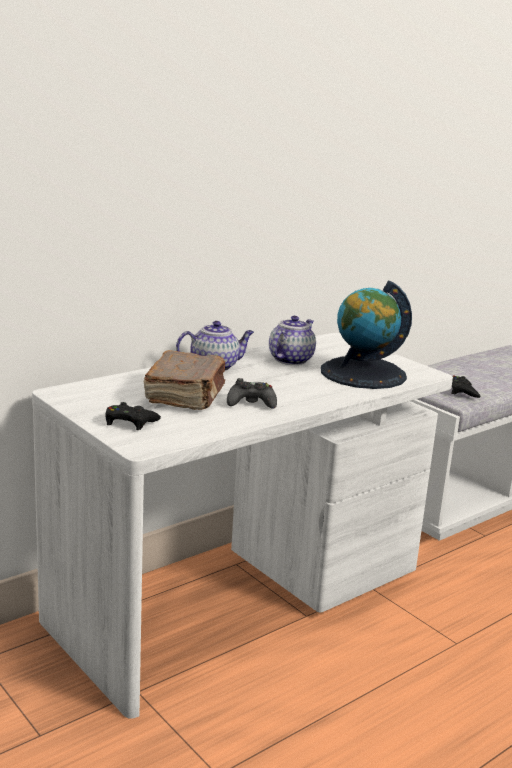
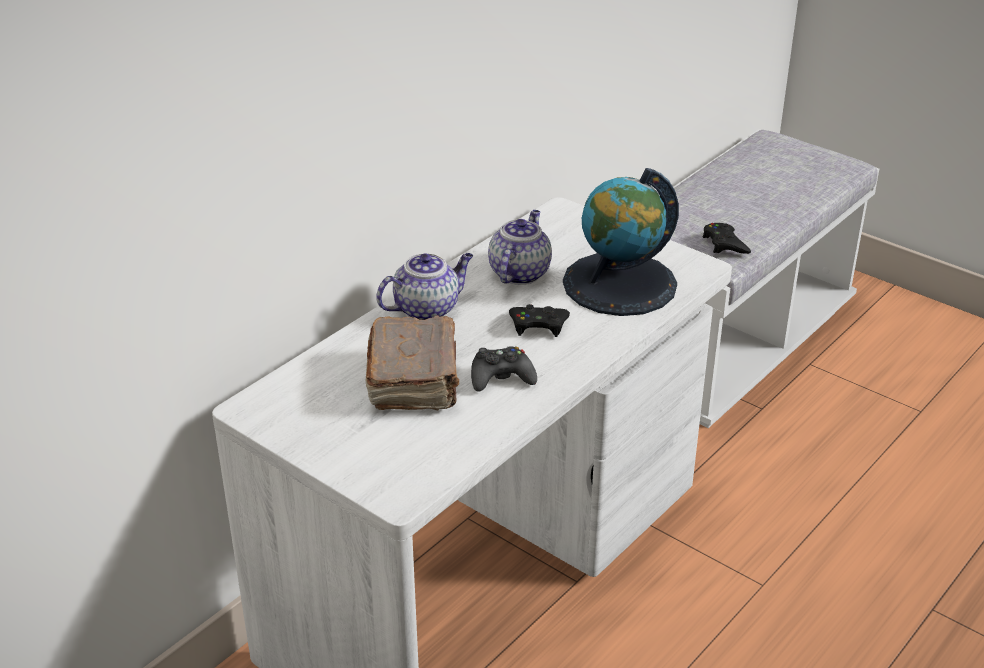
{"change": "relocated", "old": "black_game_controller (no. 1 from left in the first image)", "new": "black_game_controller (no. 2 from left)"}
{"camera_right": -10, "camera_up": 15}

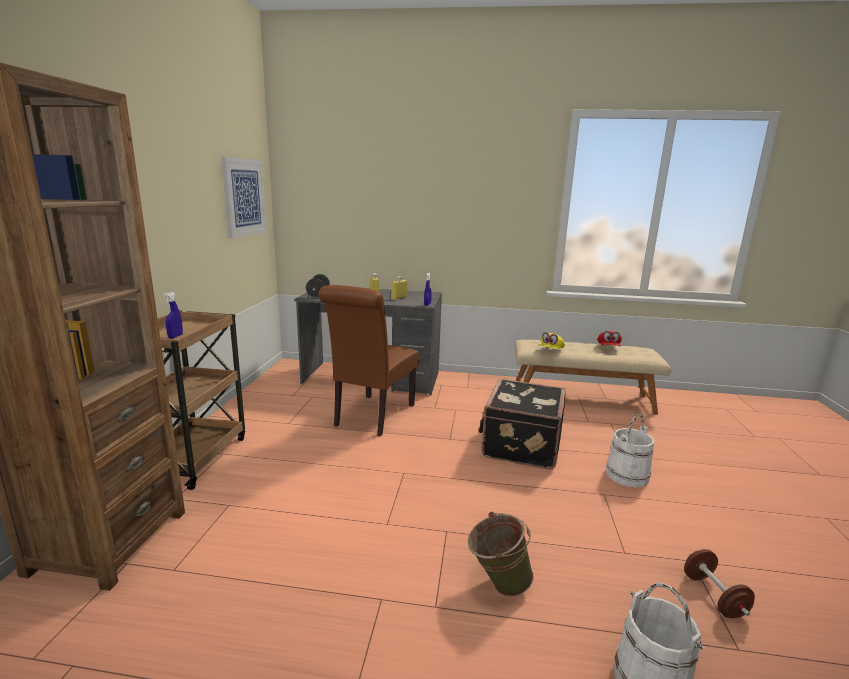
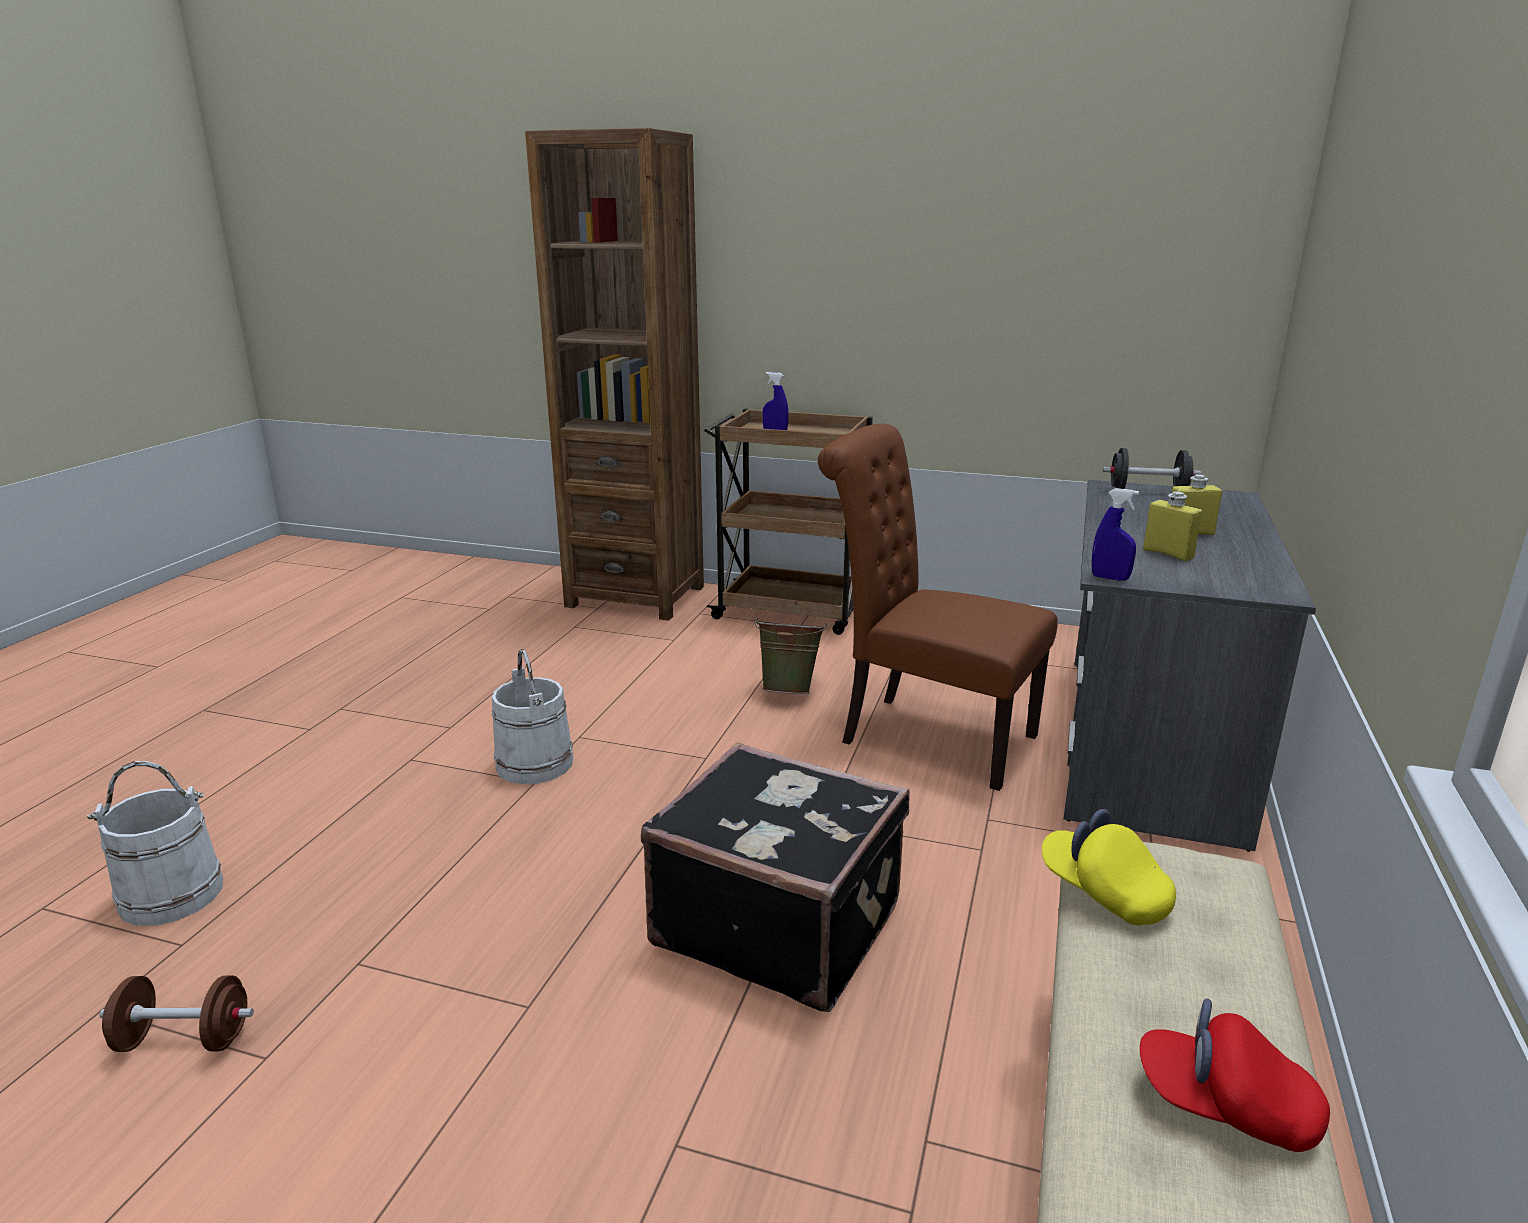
{"change": "missing", "old": "picture"}
{"change": "relocated", "old": "green_bucket"}
{"change": "relocated", "old": "white_bucket (no. 1 from left in the first image)", "new": "white_bucket (no. 2 from left)"}
{"camera_right": 100, "camera_up": 5}

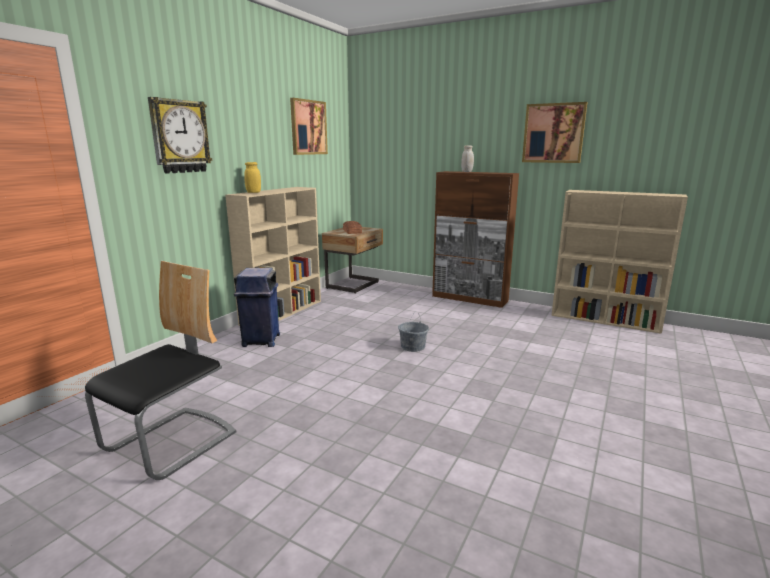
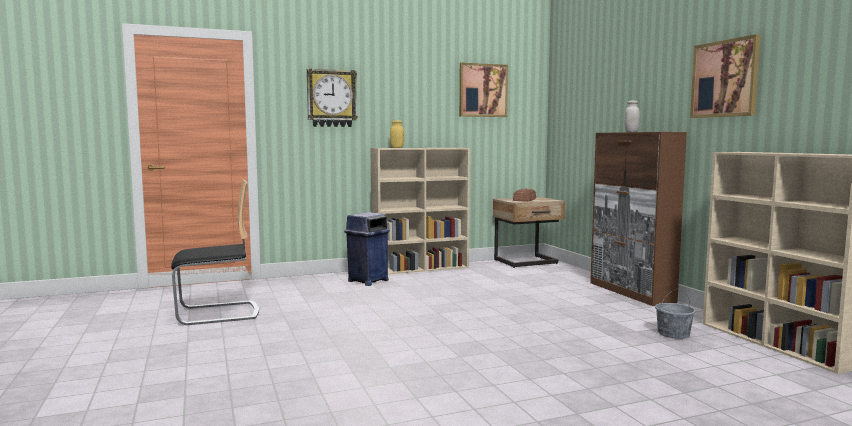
{"change": "relocated", "old": "grey_bucket"}
{"camera_right": 40, "camera_up": -10}

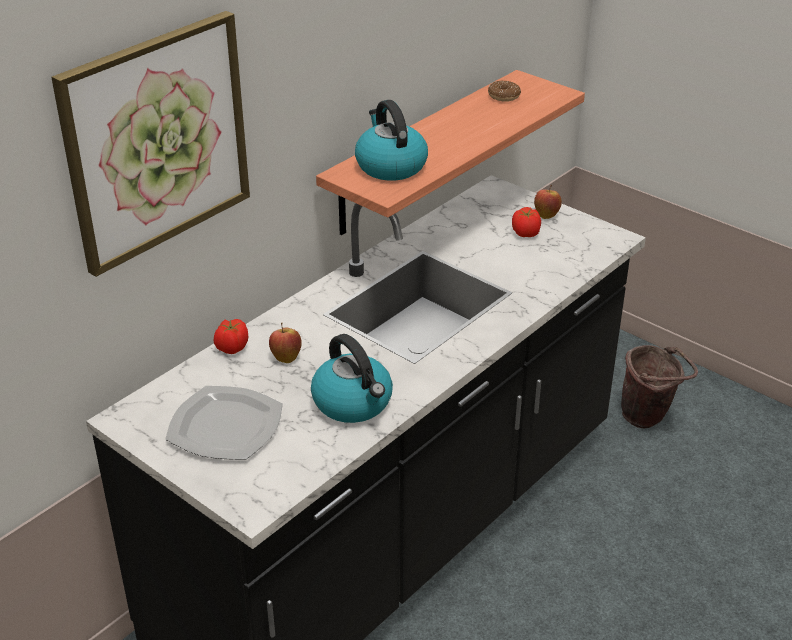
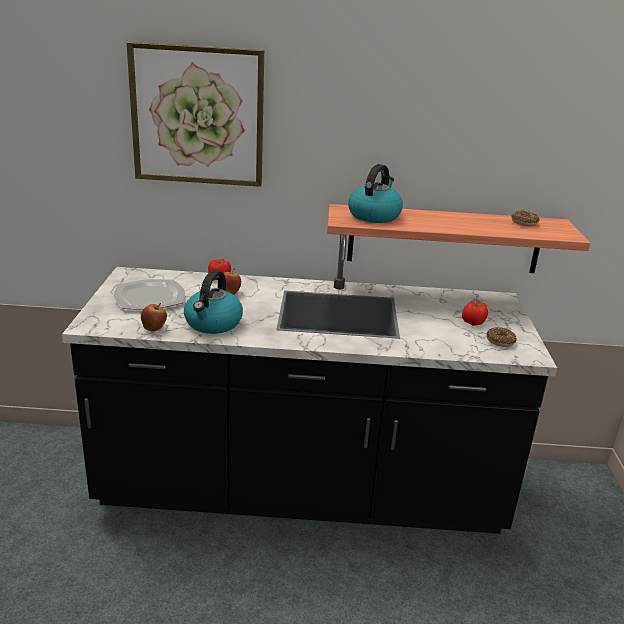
{"change": "relocated", "old": "apple (no. 2 from left in the first image)", "new": "apple (no. 1 from left)"}
{"change": "missing", "old": "brown_bucket"}
{"change": "appeared", "new": "donut (no. 1 from left)"}
{"camera_right": 50, "camera_up": -10}

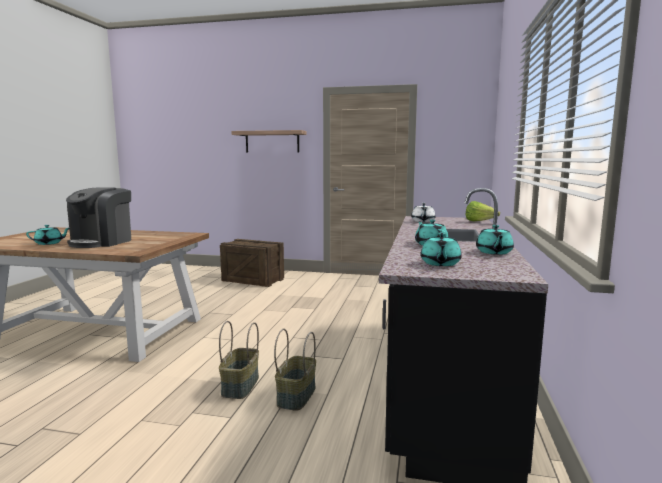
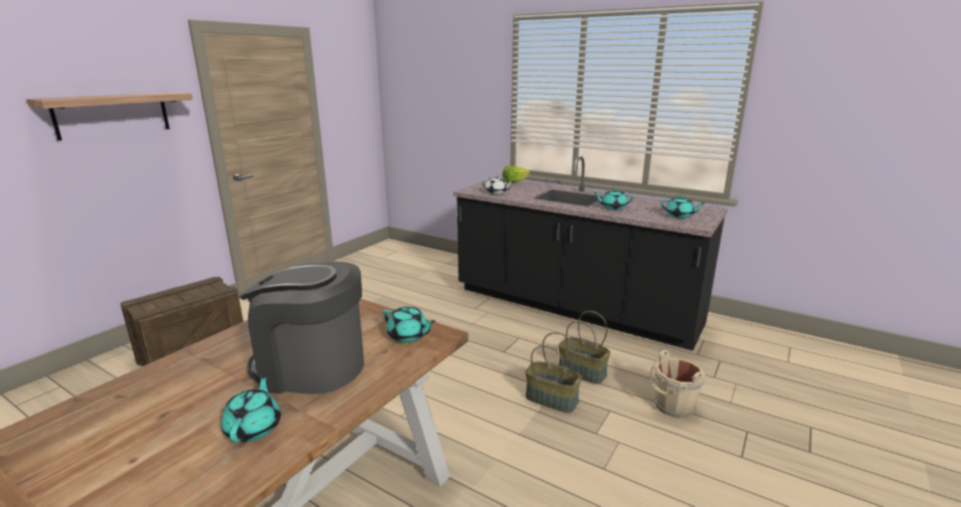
{"change": "spun", "old": "coffee_machine", "degrees": 150}
{"change": "relocated", "old": "turquoise_teapot (no. 4 from left in the first image)", "new": "turquoise_teapot (no. 2 from left)"}
{"change": "appeared", "new": "beige_bucket"}
{"camera_right": -70, "camera_up": 10}

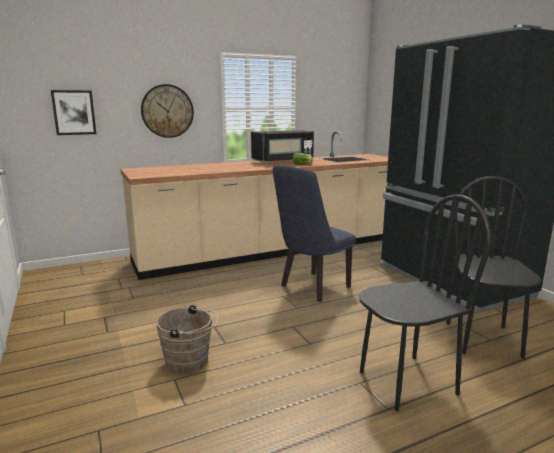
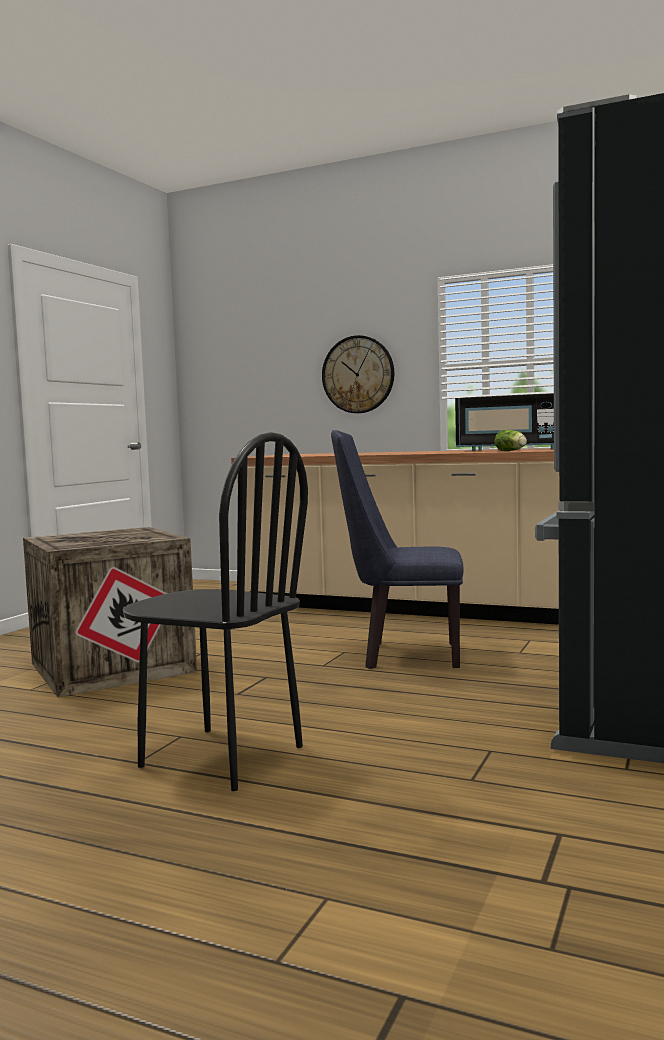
{"change": "missing", "old": "picture"}
{"change": "exchanged", "old": "brown_bucket", "new": "crate"}
{"change": "missing", "old": "black_chair (no. 2 from left)"}
{"camera_right": 50, "camera_up": -10}

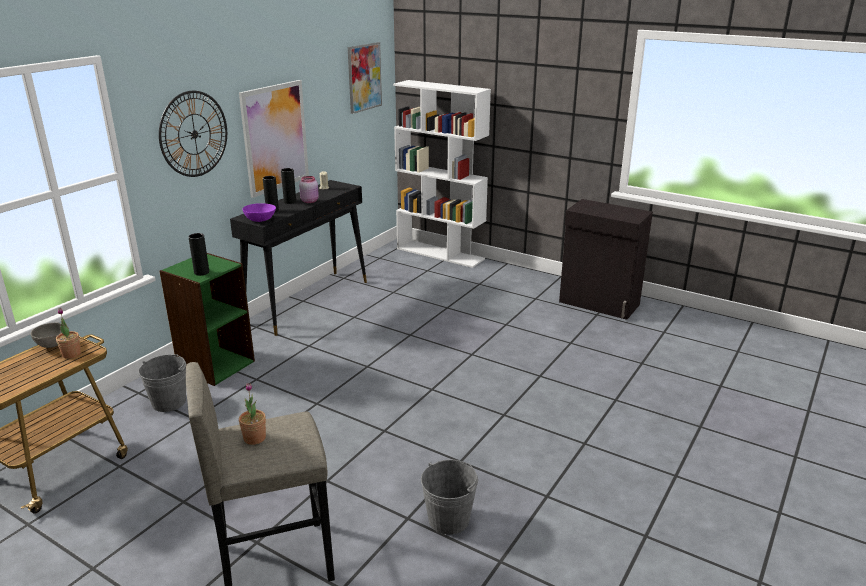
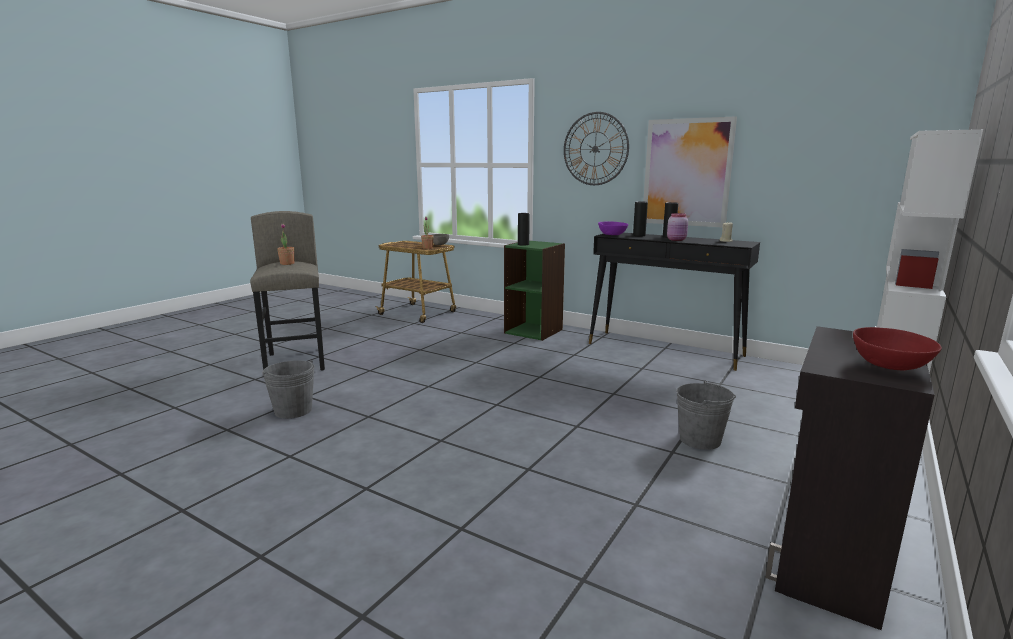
{"change": "relocated", "old": "grey_bucket (no. 1 from left in the first image)", "new": "grey_bucket (no. 2 from left)"}
{"change": "missing", "old": "picture (no. 2 from left)"}
{"change": "appeared", "new": "red_bowl"}
{"camera_right": 90, "camera_up": -10}

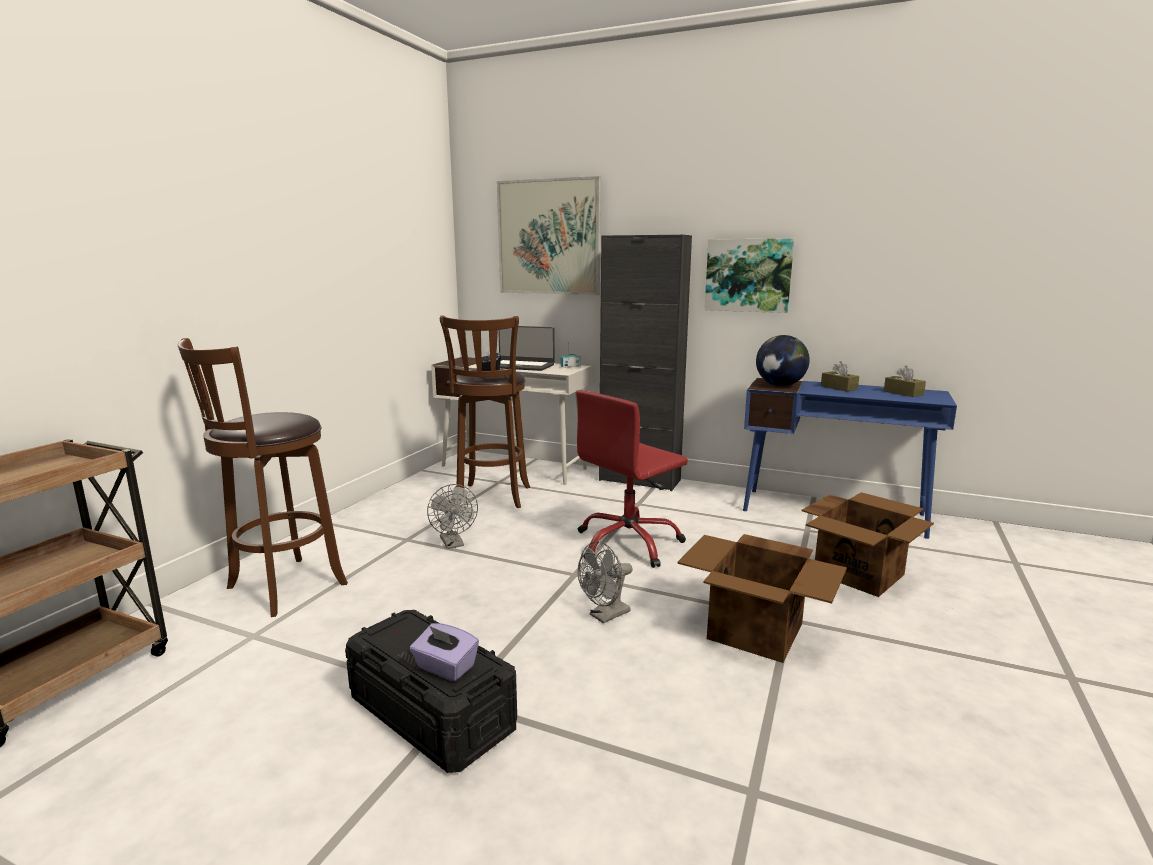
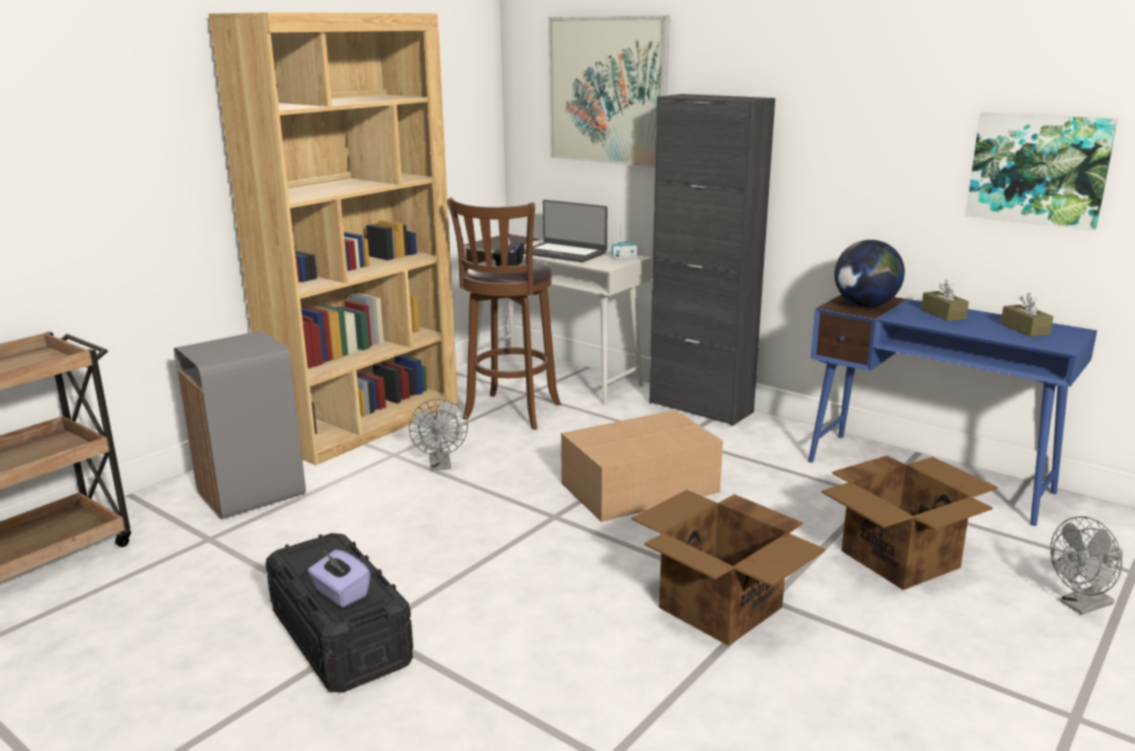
{"change": "exchanged", "old": "brown_stool (no. 1 from left)", "new": "grey_trash_can"}
{"change": "exchanged", "old": "red_office_chair", "new": "cardboard_box (no. 1 from left)"}
{"change": "relocated", "old": "grey_fan (no. 2 from left)"}
{"change": "relocated", "old": "picture (no. 2 from left)"}
{"change": "appeared", "new": "brown_bookcase"}
{"camera_right": 15, "camera_up": 5}

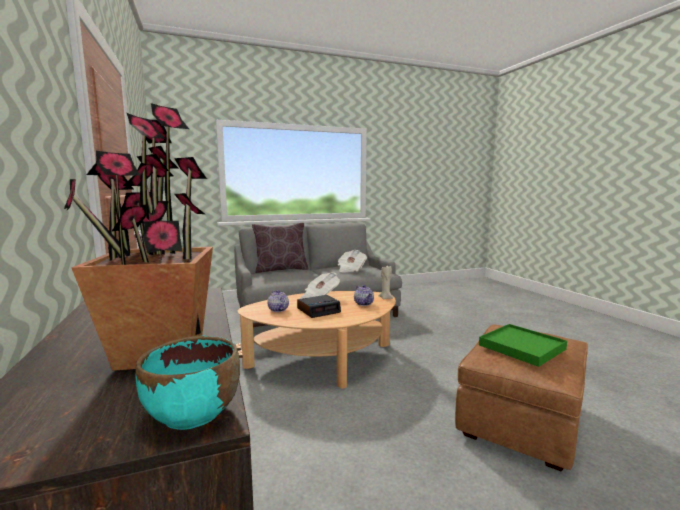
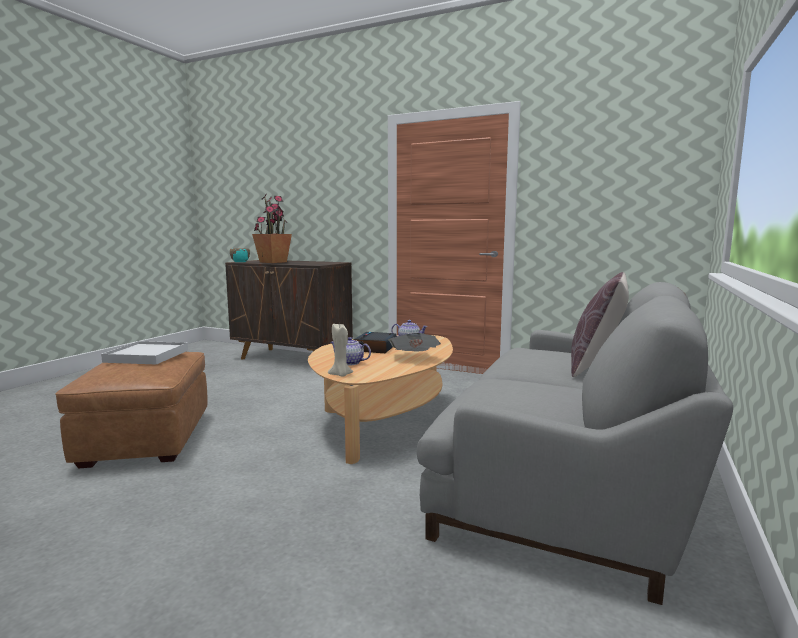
{"change": "missing", "old": "newspaper (no. 2 from left)"}
{"change": "colour", "old": "green_tray", "new": "white_tray"}
{"camera_right": 135, "camera_up": 0}

